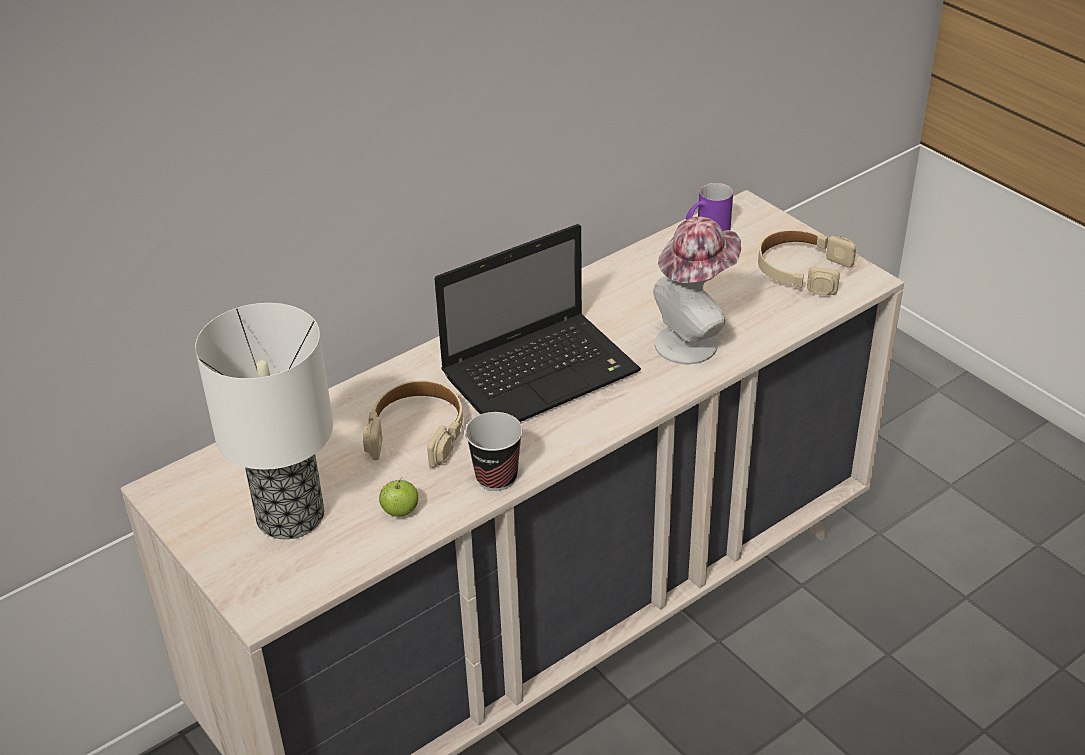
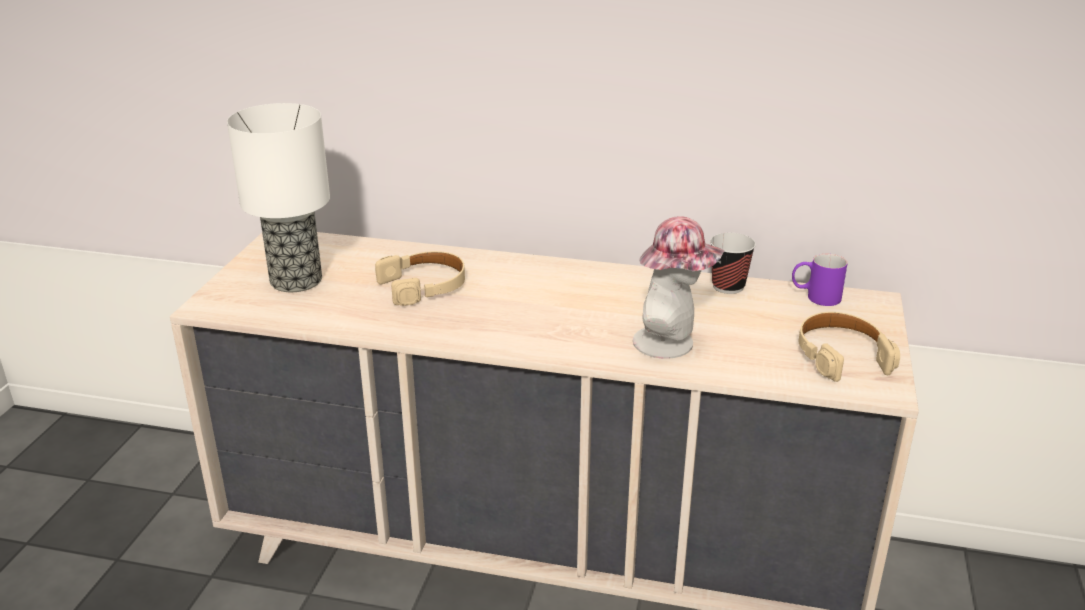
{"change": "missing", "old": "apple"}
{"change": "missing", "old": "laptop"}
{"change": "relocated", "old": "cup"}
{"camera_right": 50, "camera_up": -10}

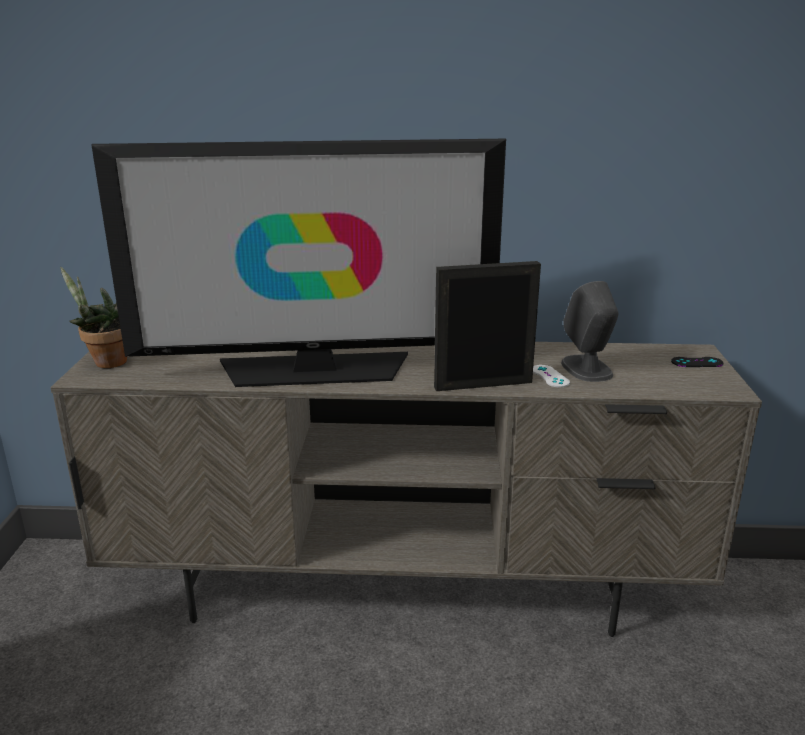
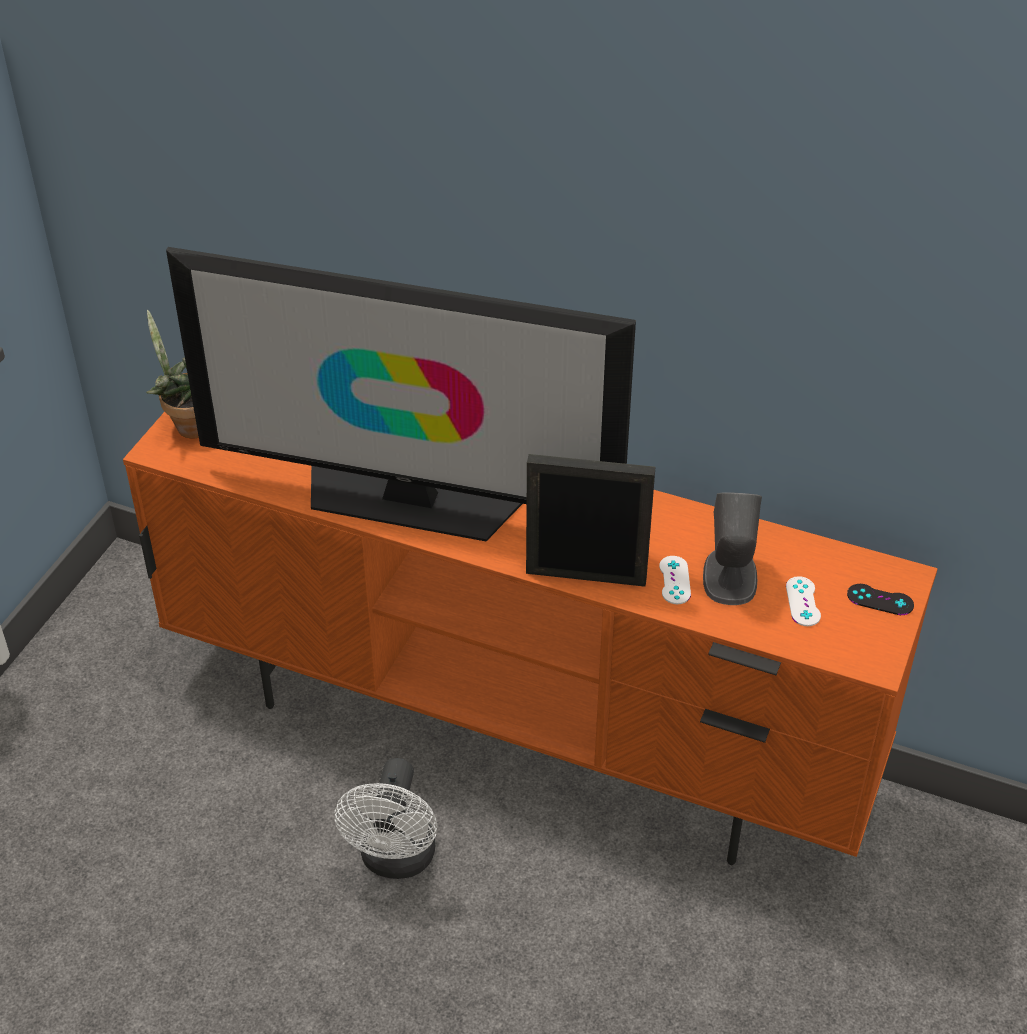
{"change": "colour", "old": "beige_tv_stand", "new": "orange_tv_stand"}
{"change": "appeared", "new": "white_fan"}
{"change": "appeared", "new": "white_game_controller (no. 2 from left)"}
{"camera_right": 20, "camera_up": 20}

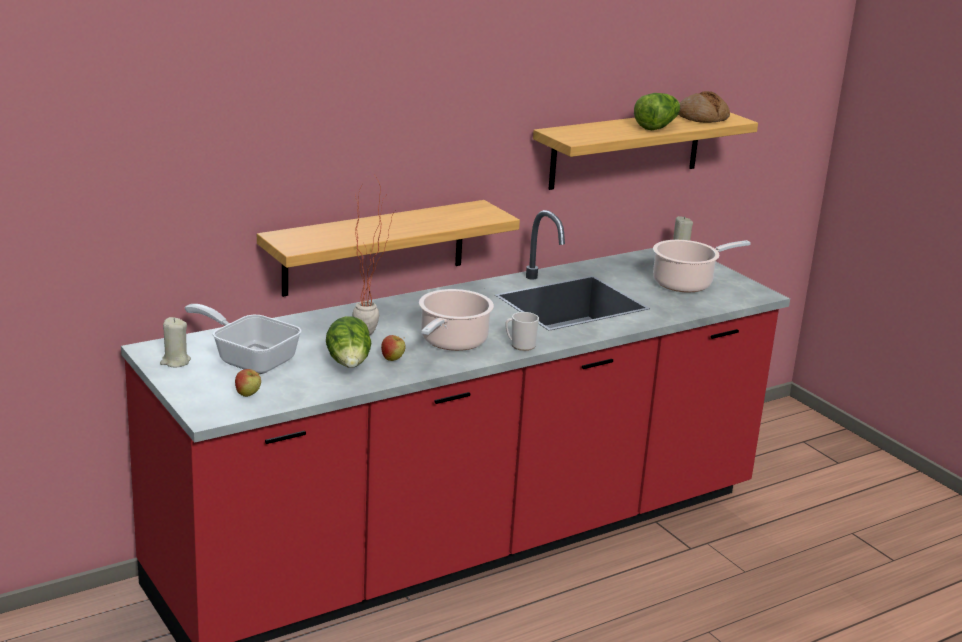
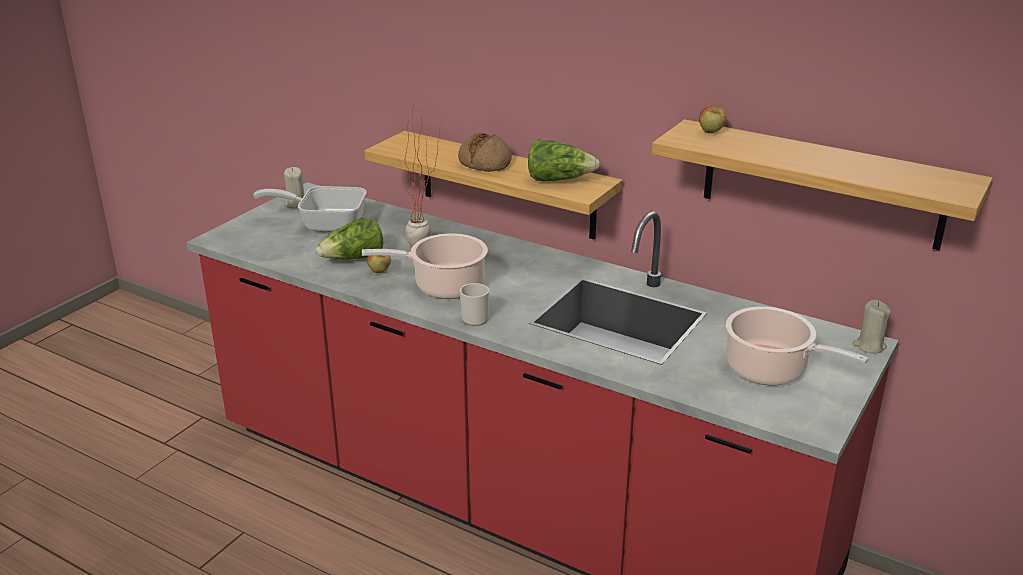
{"change": "spun", "old": "frying_pan", "degrees": -90}
{"change": "relocated", "old": "apple (no. 1 from left in the first image)", "new": "apple (no. 2 from left)"}
{"change": "relocated", "old": "lettuce (no. 2 from left)"}
{"change": "relocated", "old": "bread"}
{"camera_right": 65, "camera_up": 5}

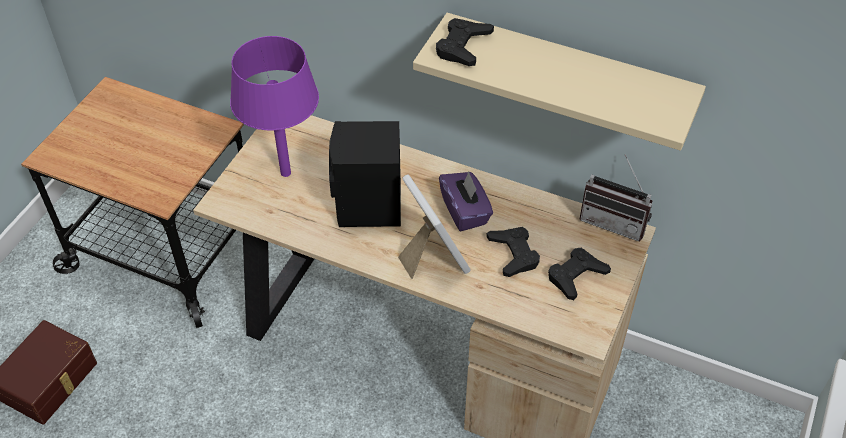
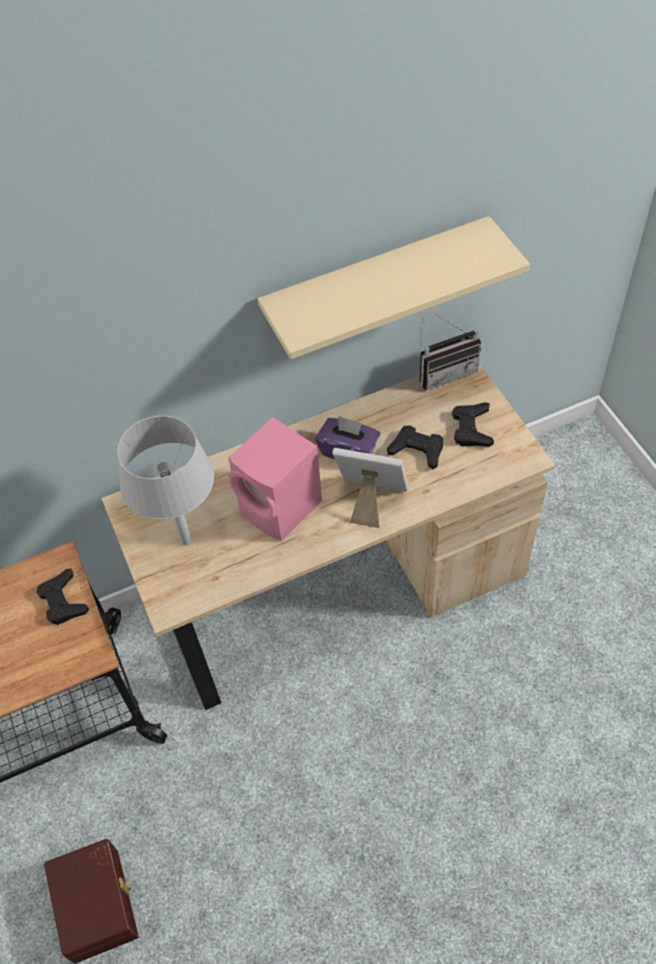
{"change": "colour", "old": "purple_table_lamp", "new": "grey_table_lamp"}
{"change": "colour", "old": "black_speaker", "new": "pink_speaker"}
{"change": "relocated", "old": "black_game_controller (no. 1 from left)"}
{"camera_right": -45, "camera_up": 5}

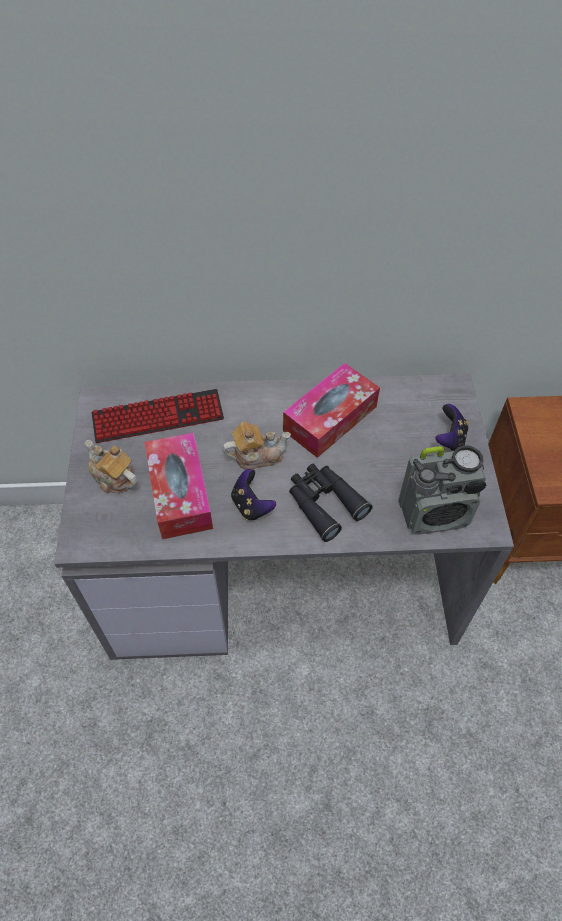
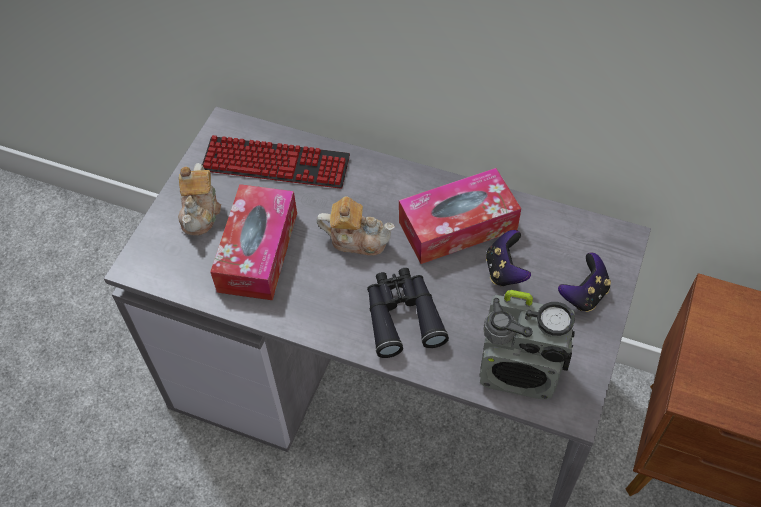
{"change": "spun", "old": "teapot (no. 1 from left)", "degrees": -150}
{"change": "relocated", "old": "game_controller (no. 1 from left)"}
{"camera_right": 25, "camera_up": 0}

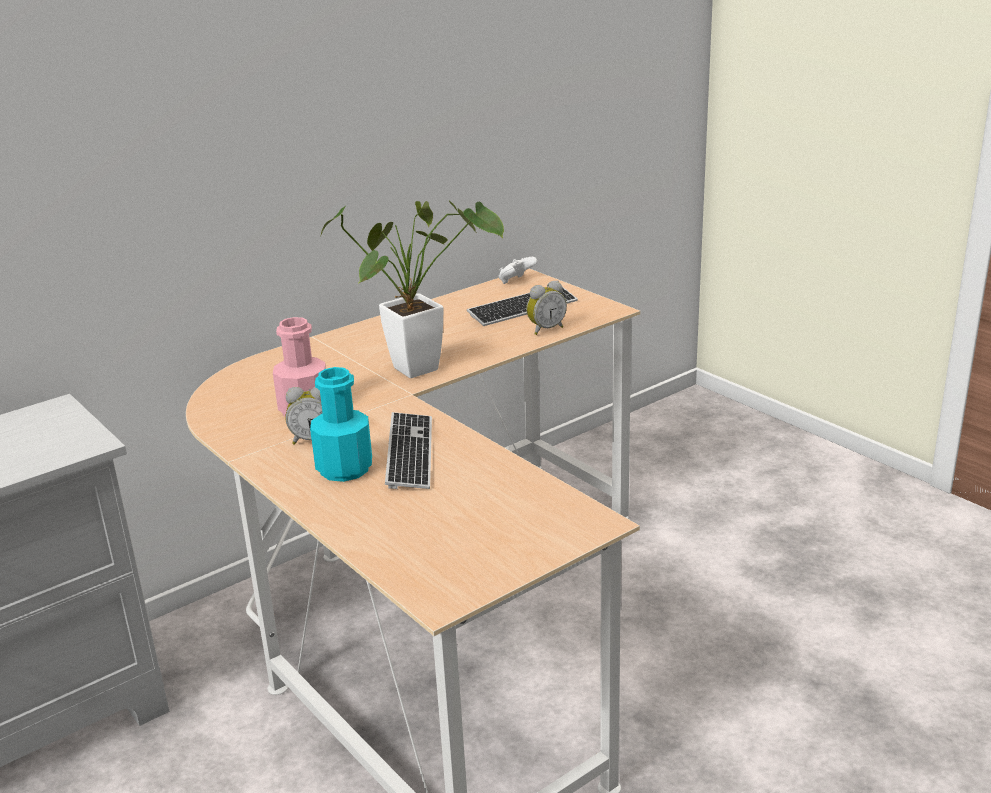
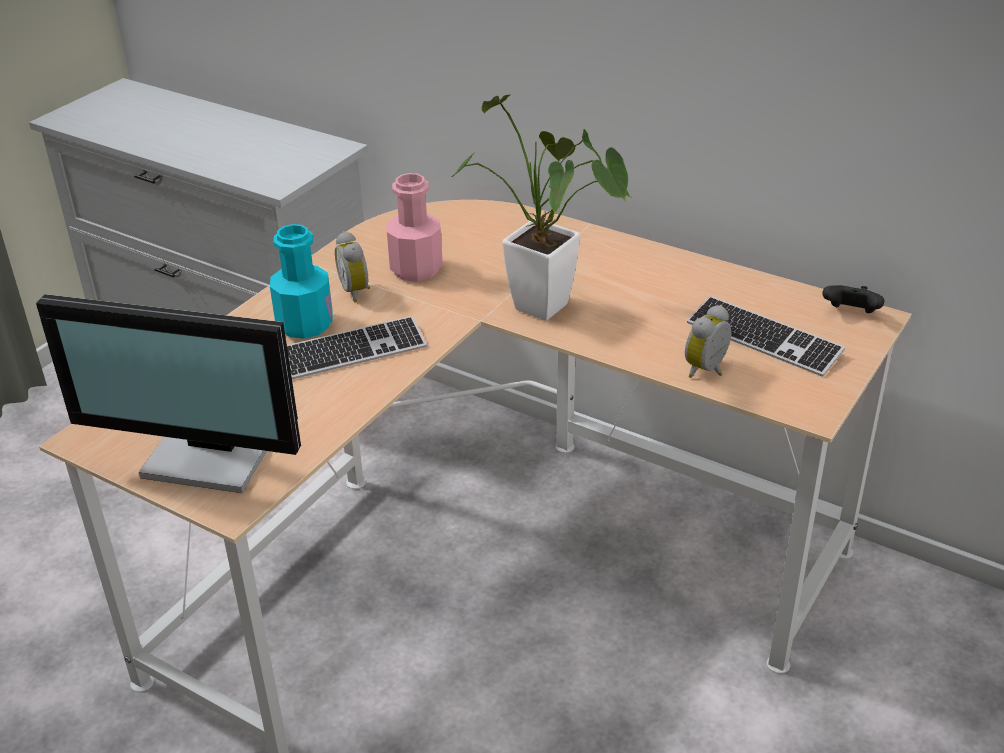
{"change": "colour", "old": "white_game_controller", "new": "black_game_controller"}
{"change": "spun", "old": "alarm_clock (no. 2 from left)", "degrees": 90}
{"change": "appeared", "new": "monitor"}
{"camera_right": 70, "camera_up": 10}

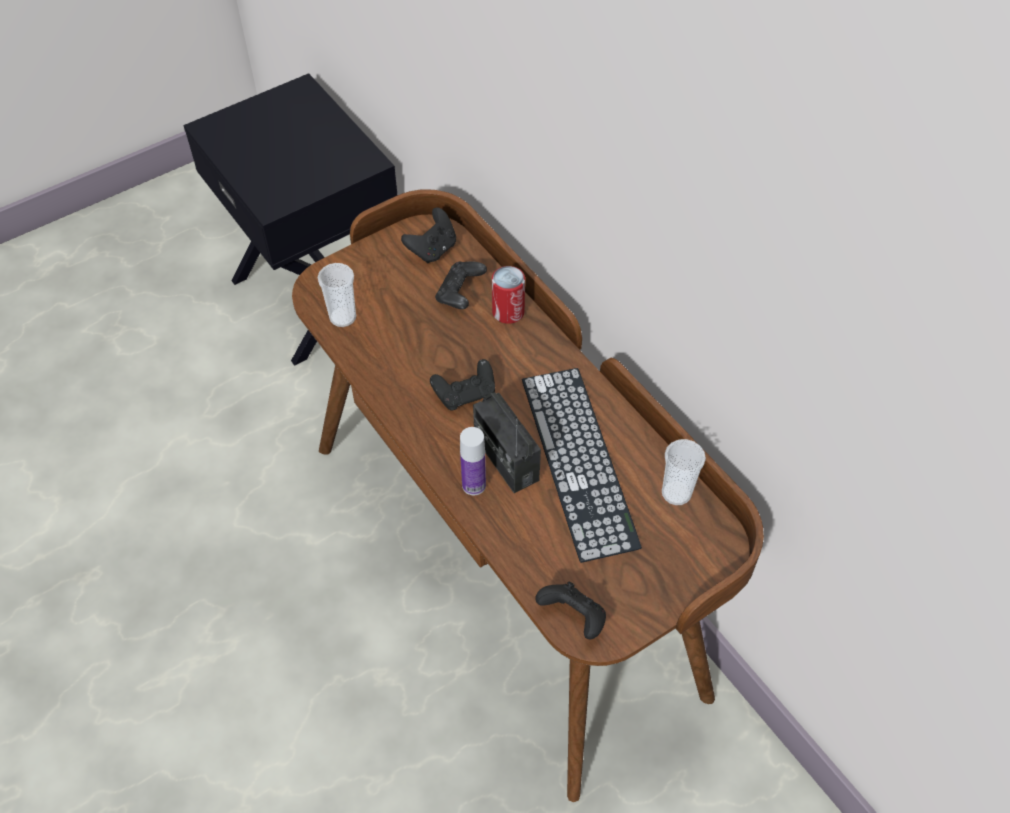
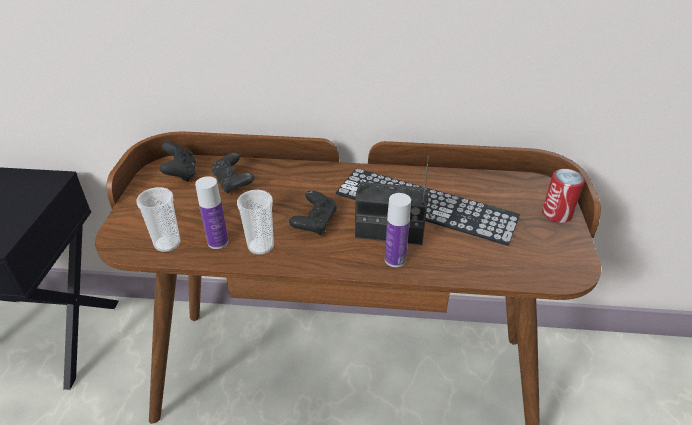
{"change": "relocated", "old": "can"}
{"change": "missing", "old": "black_game_controller (no. 4 from left)"}
{"change": "relocated", "old": "cup (no. 2 from left)"}
{"change": "appeared", "new": "bottle (no. 1 from left)"}
{"camera_right": -50, "camera_up": -15}

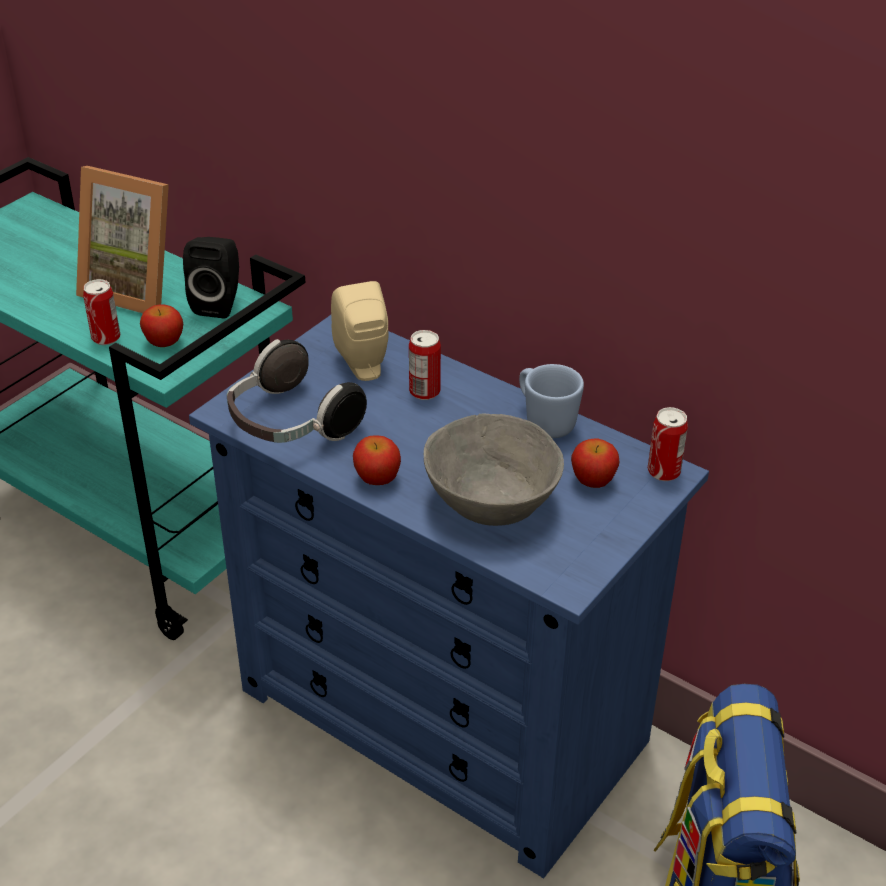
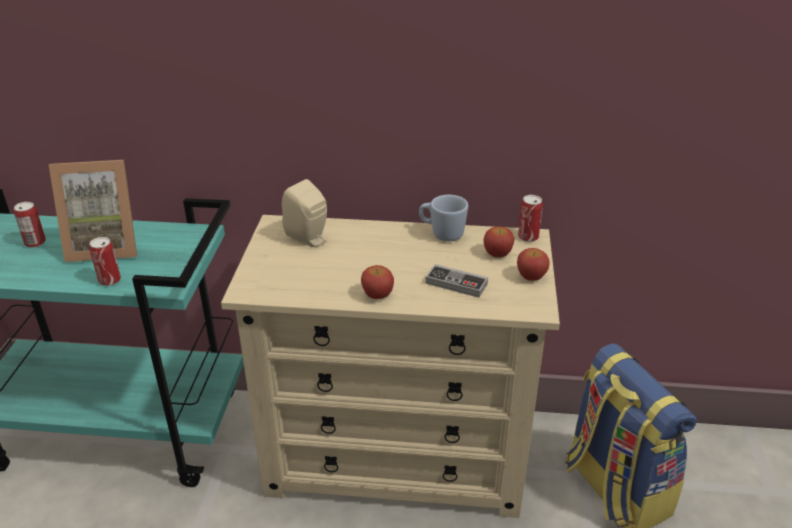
{"change": "relocated", "old": "apple (no. 1 from left in the first image)", "new": "apple (no. 3 from left)"}
{"change": "missing", "old": "black_speaker"}
{"change": "colour", "old": "blue_dresser", "new": "beige_dresser"}
{"change": "missing", "old": "headphones"}
{"change": "relocated", "old": "can (no. 2 from left in the first image)", "new": "can (no. 1 from left)"}
{"change": "exchanged", "old": "grey_bowl", "new": "game_controller"}
{"camera_right": -30, "camera_up": -5}

